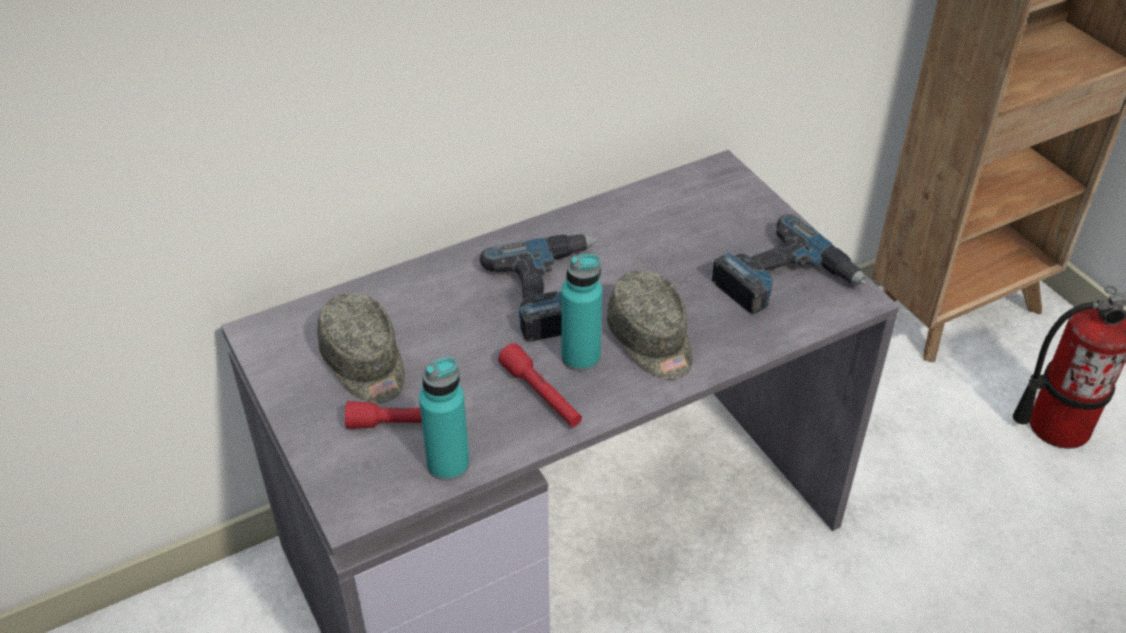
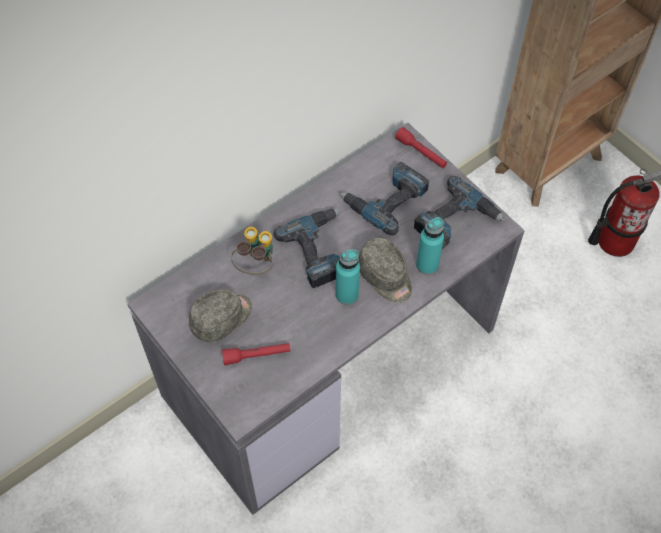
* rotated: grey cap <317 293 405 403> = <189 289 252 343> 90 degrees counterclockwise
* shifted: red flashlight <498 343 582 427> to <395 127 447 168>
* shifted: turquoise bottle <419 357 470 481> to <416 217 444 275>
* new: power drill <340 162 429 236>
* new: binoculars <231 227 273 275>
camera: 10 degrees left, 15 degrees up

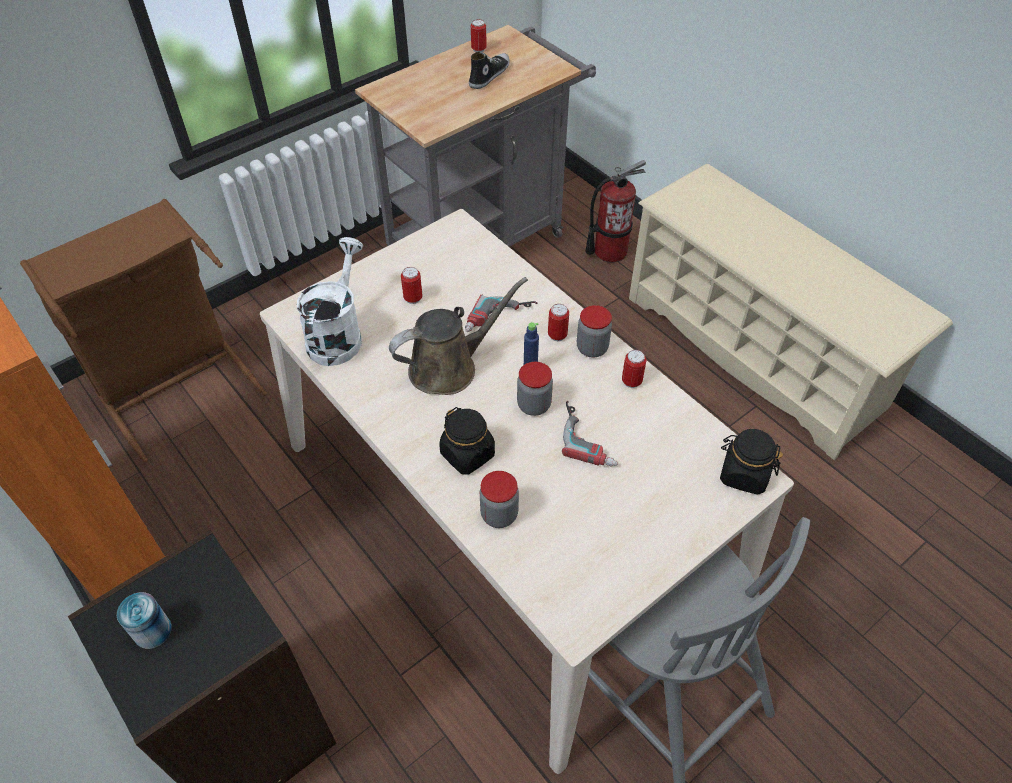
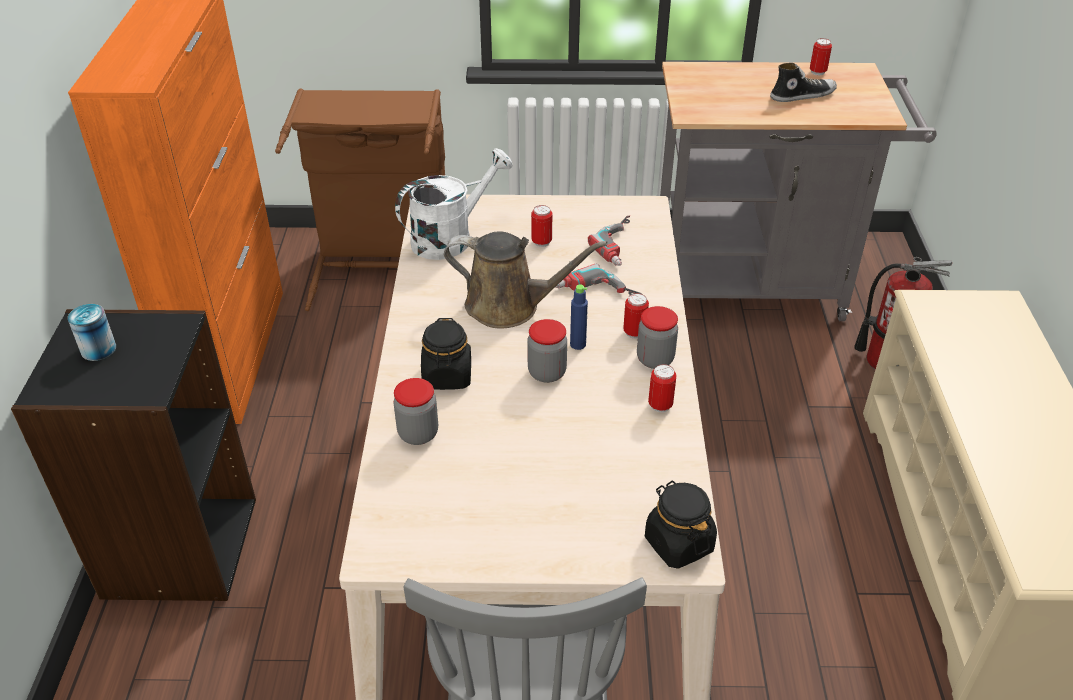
* shifted: power drill <562 401 618 467> to <588 216 630 266>
camera: 40 degrees right, 10 degrees down

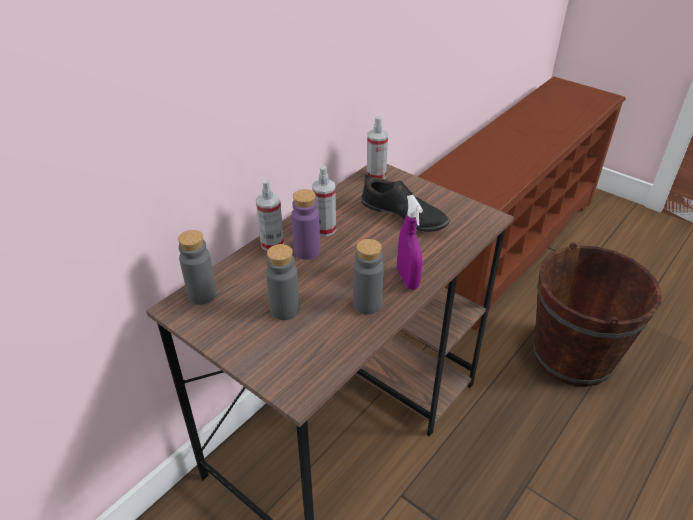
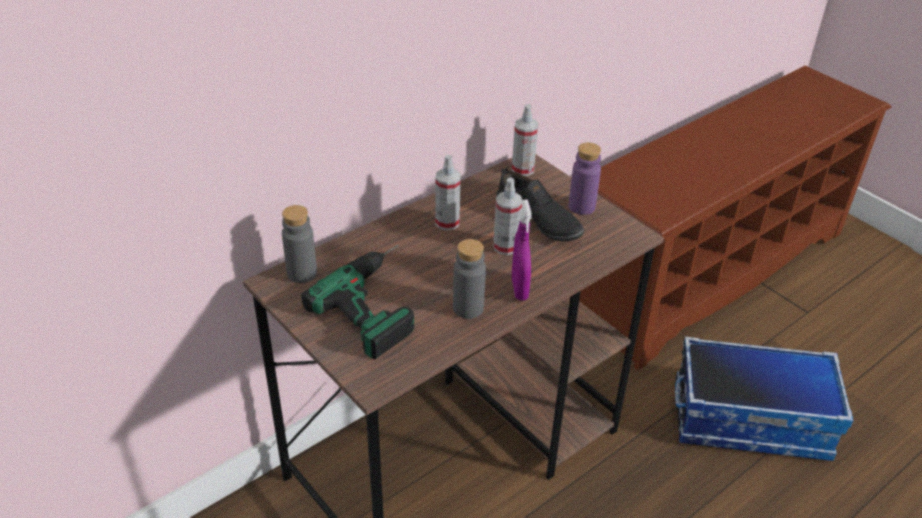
* shifted: spray bottle <256 179 284 251> to <493 178 522 255>
* shifted: purple bottle <291 189 320 260> to <569 142 601 215>
* swapped: brown bucket <534 242 662 387> to storage box <675 337 853 461>
* swapped: grey bottle <266 244 300 320> to power drill <301 245 414 359>
camera: 10 degrees right, 0 degrees up

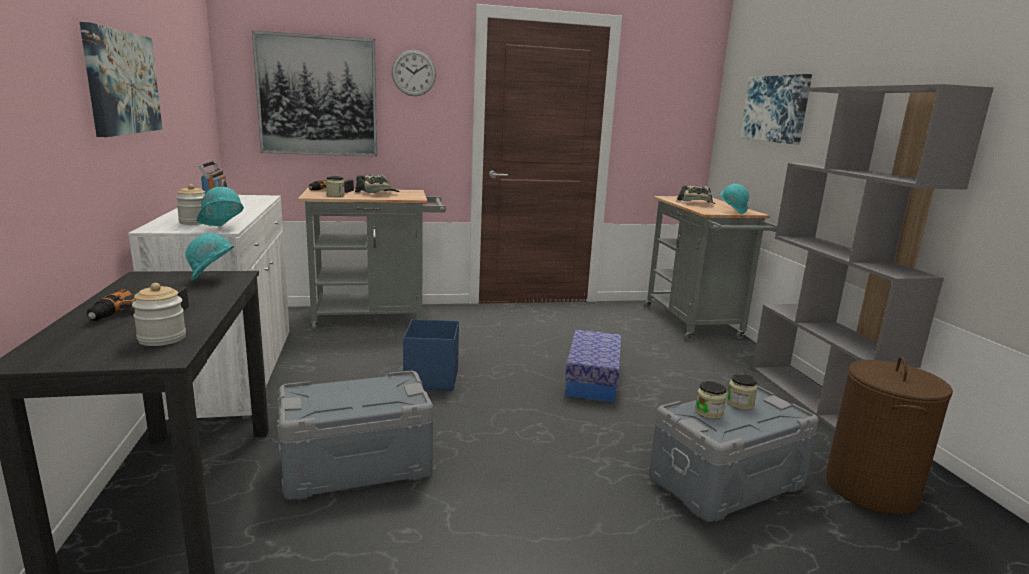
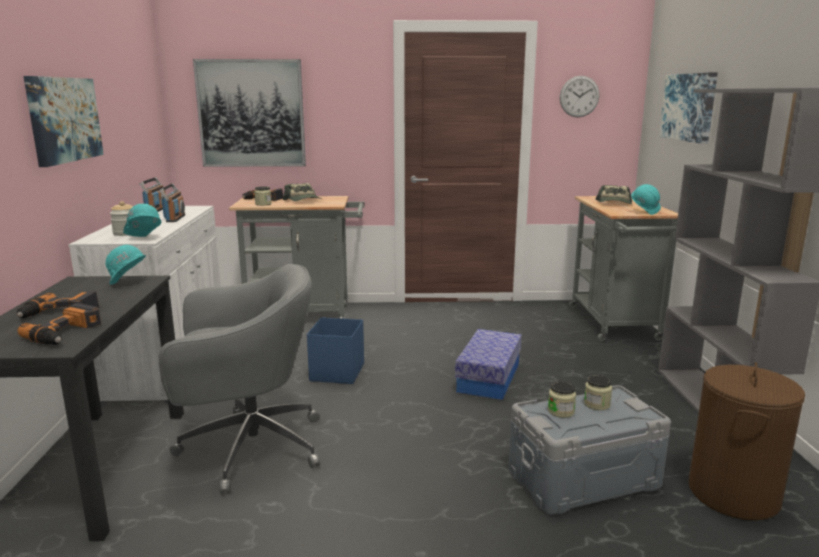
* shifted: wall clock <392 50 436 96> to <560 76 600 117>
* swapped: jar <132 283 186 346> to power drill <18 303 101 345>
* swapped: grey storage box <277 371 433 500> to grey office chair <158 264 320 494>
* new: radio <159 183 185 222>
camera: 10 degrees right, 0 degrees up

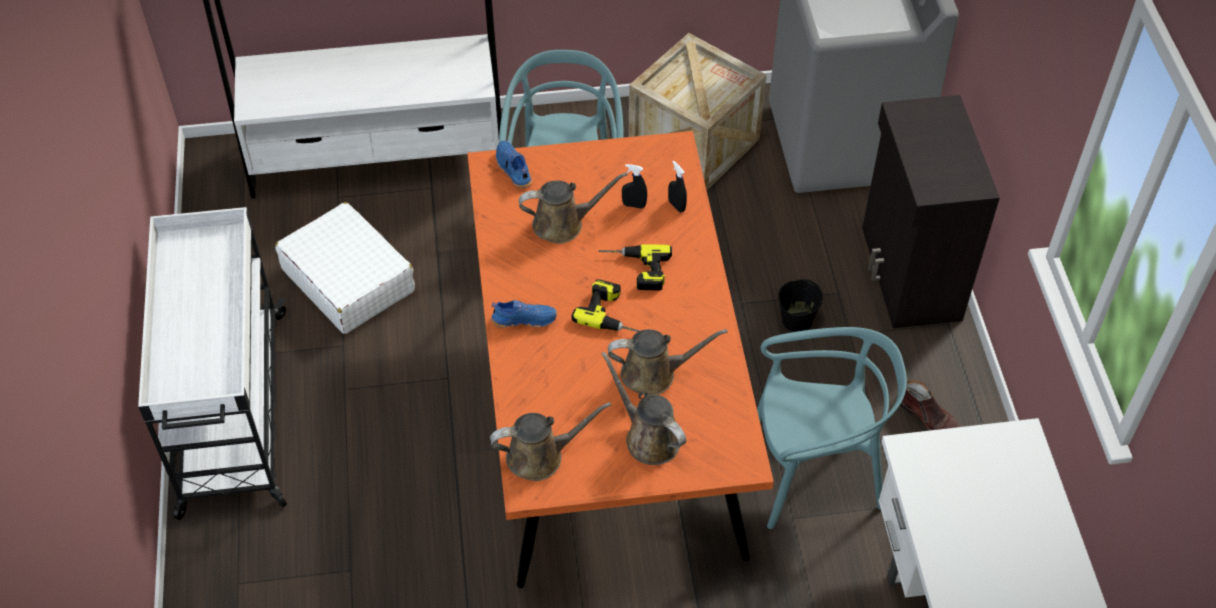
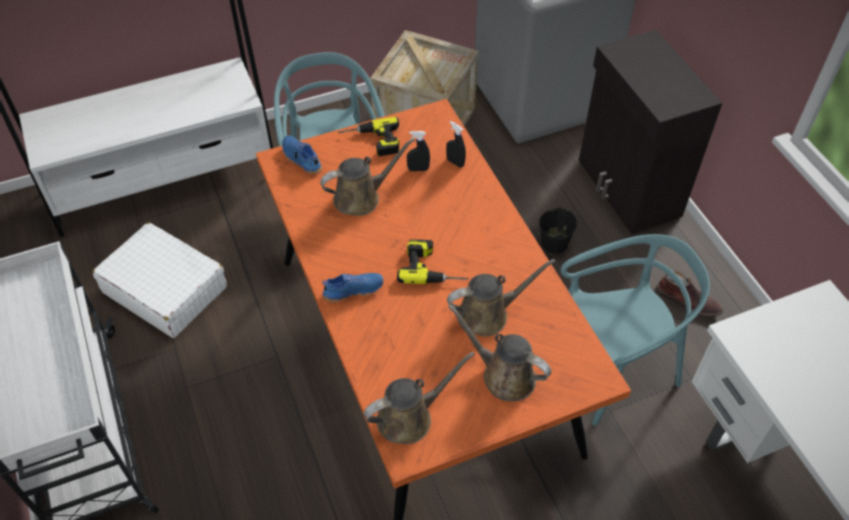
* shifted: power drill <599 244 672 290> to <338 117 399 156>
camera: 15 degrees left, 0 degrees up

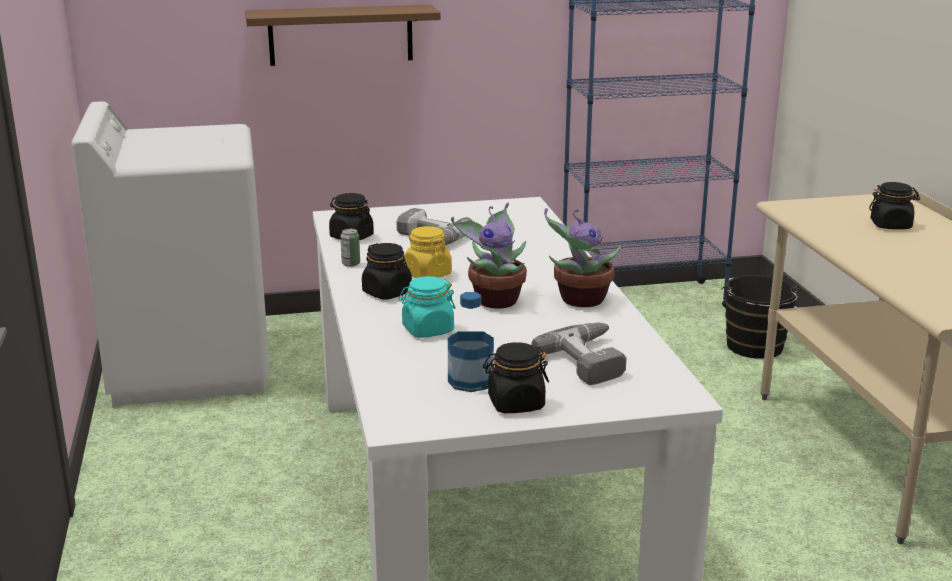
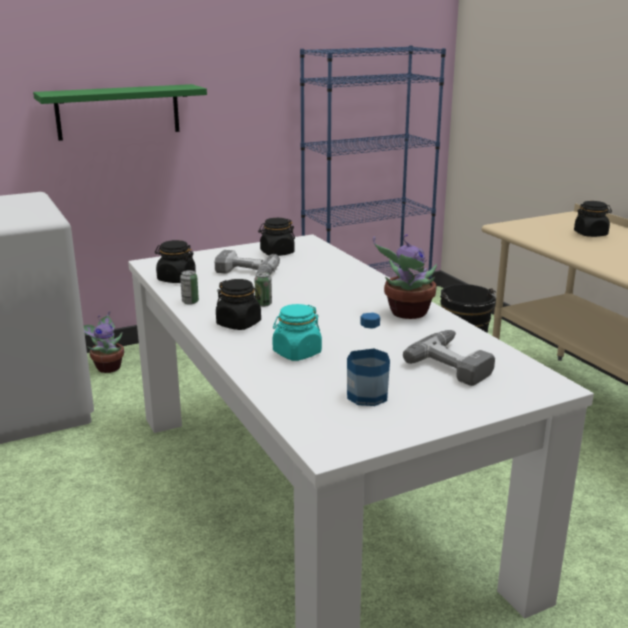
* repainted: brown shelf <245 5 441 66> to green shelf <33 84 207 141>
* shifted: potted plant <451 203 527 309> to <84 311 124 373>
* swapped: yellow jar <404 226 452 278> to can <254 272 272 307>
* shifted: black jar <483 342 549 413> to <258 218 295 256>
camera: 15 degrees left, 0 degrees up

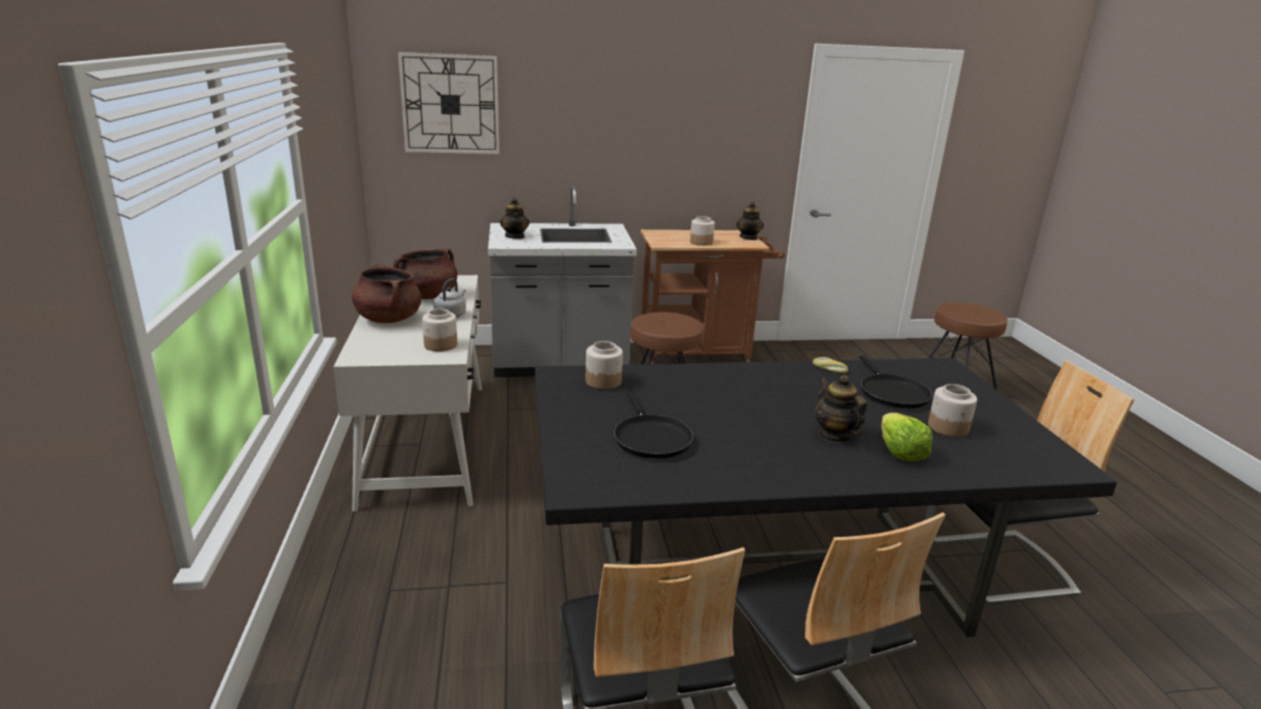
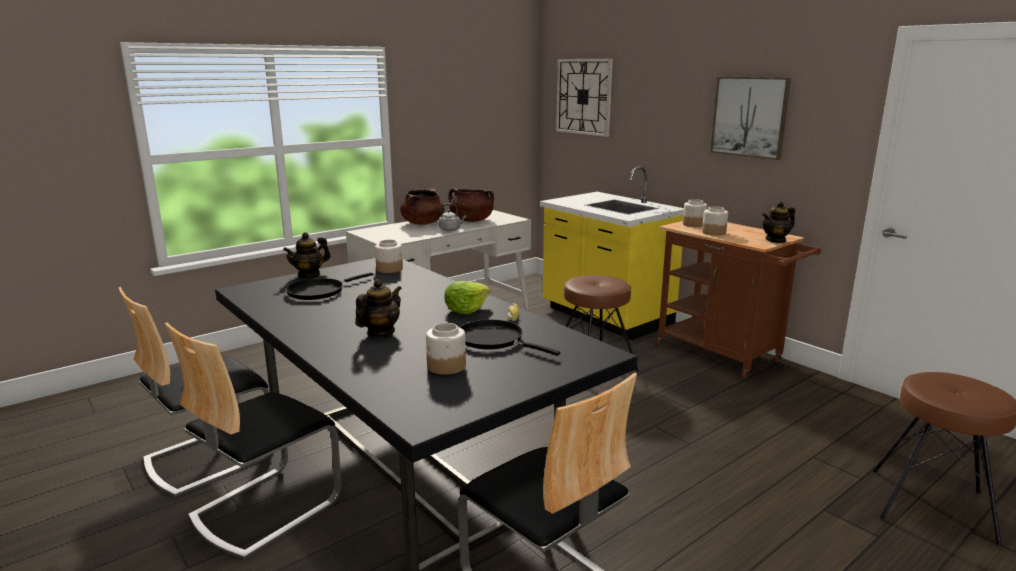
* repainted: grey counter <488 186 637 377> to yellow counter <540 166 684 340>
* shifted: teapot <500 198 530 239> to <283 232 331 279>
* shifted: jar <422 309 457 351> to <683 199 707 227>
* rotated: black frying pan <859 355 932 408> = <460 319 560 356> 75 degrees clockwise
* shifted: lettuce <881 413 933 461> to <444 281 490 314>
* new: picture <710 77 791 160>
camera: 60 degrees right, 5 degrees down

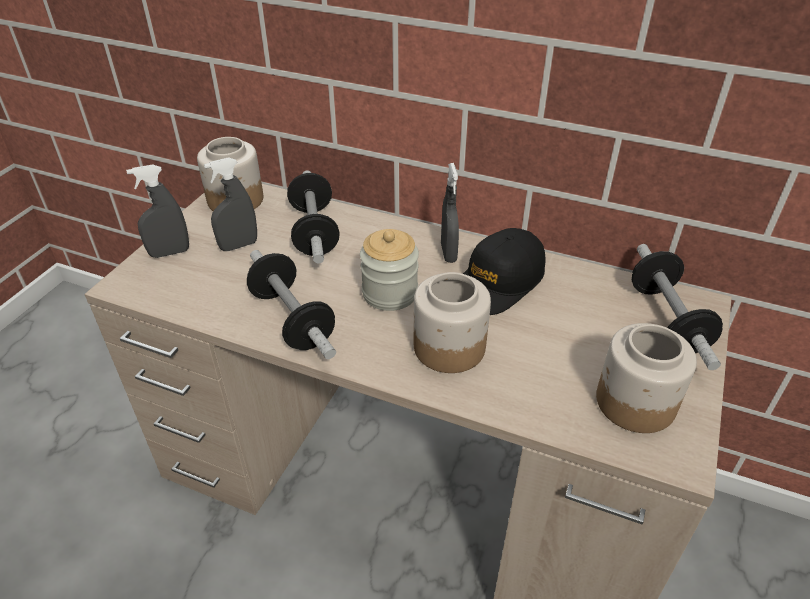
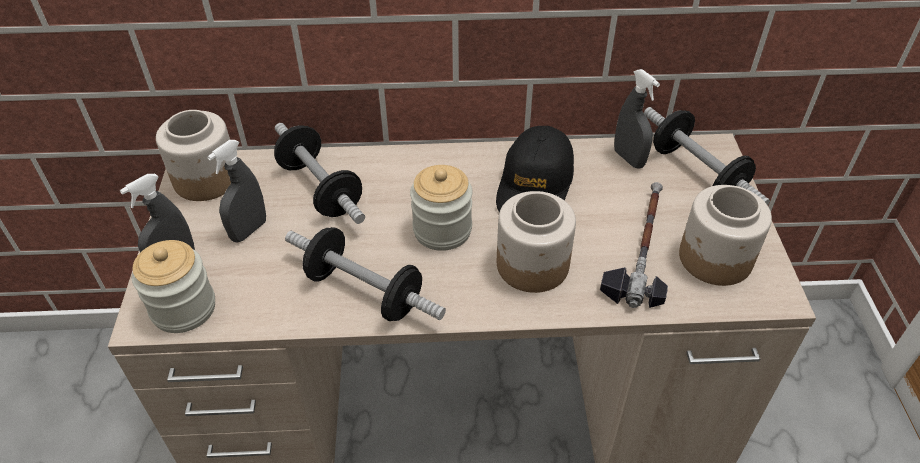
* shifted: grey spray bottle <441 163 459 263> to <614 69 660 168>
* new: hammer <600 182 668 308>
* new: jar <132 240 215 333>
camera: 25 degrees left, 5 degrees up

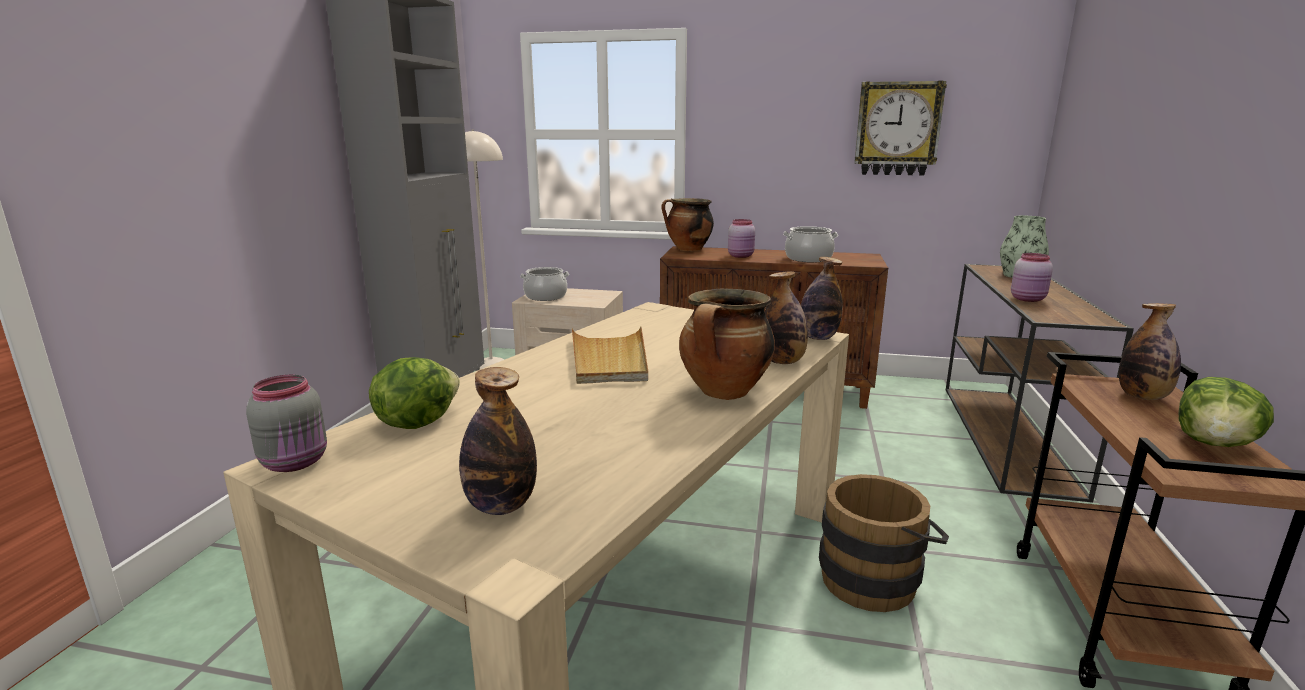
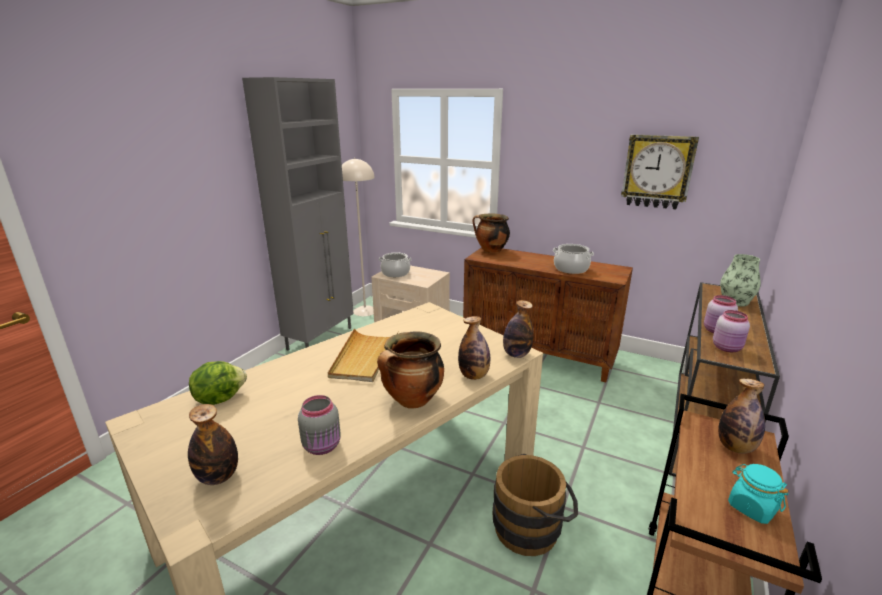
* shifted: pink jar <728 219 755 258> to <713 310 750 352>
* shifted: grey jar <246 375 327 472> to <298 395 341 455>
* swapped: lettuce <1178 377 1274 447> to turquoise jar <728 464 788 524>
camera: 15 degrees right, 5 degrees up

